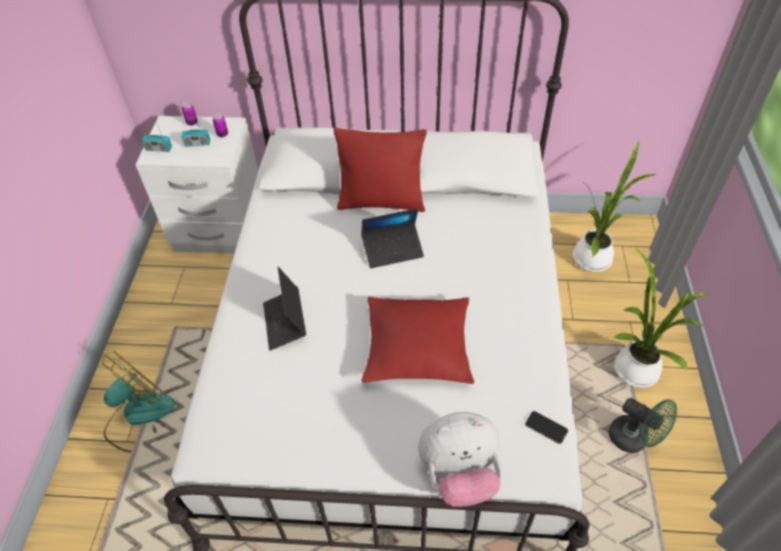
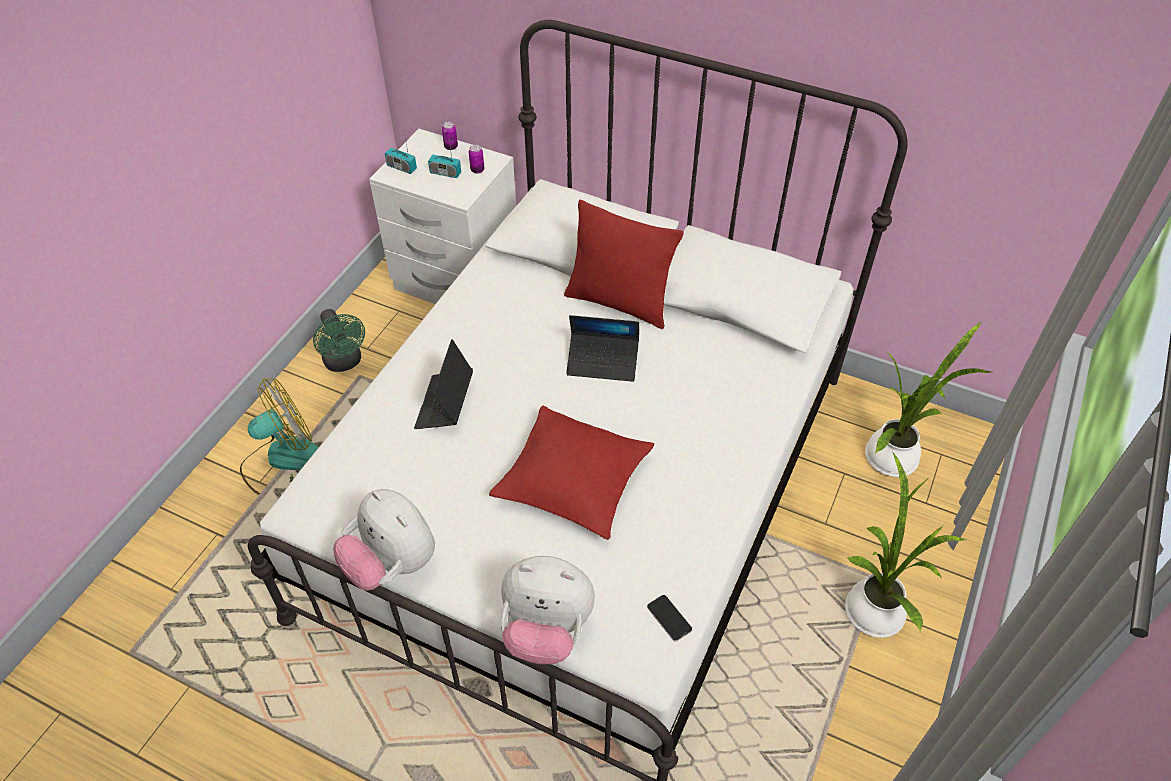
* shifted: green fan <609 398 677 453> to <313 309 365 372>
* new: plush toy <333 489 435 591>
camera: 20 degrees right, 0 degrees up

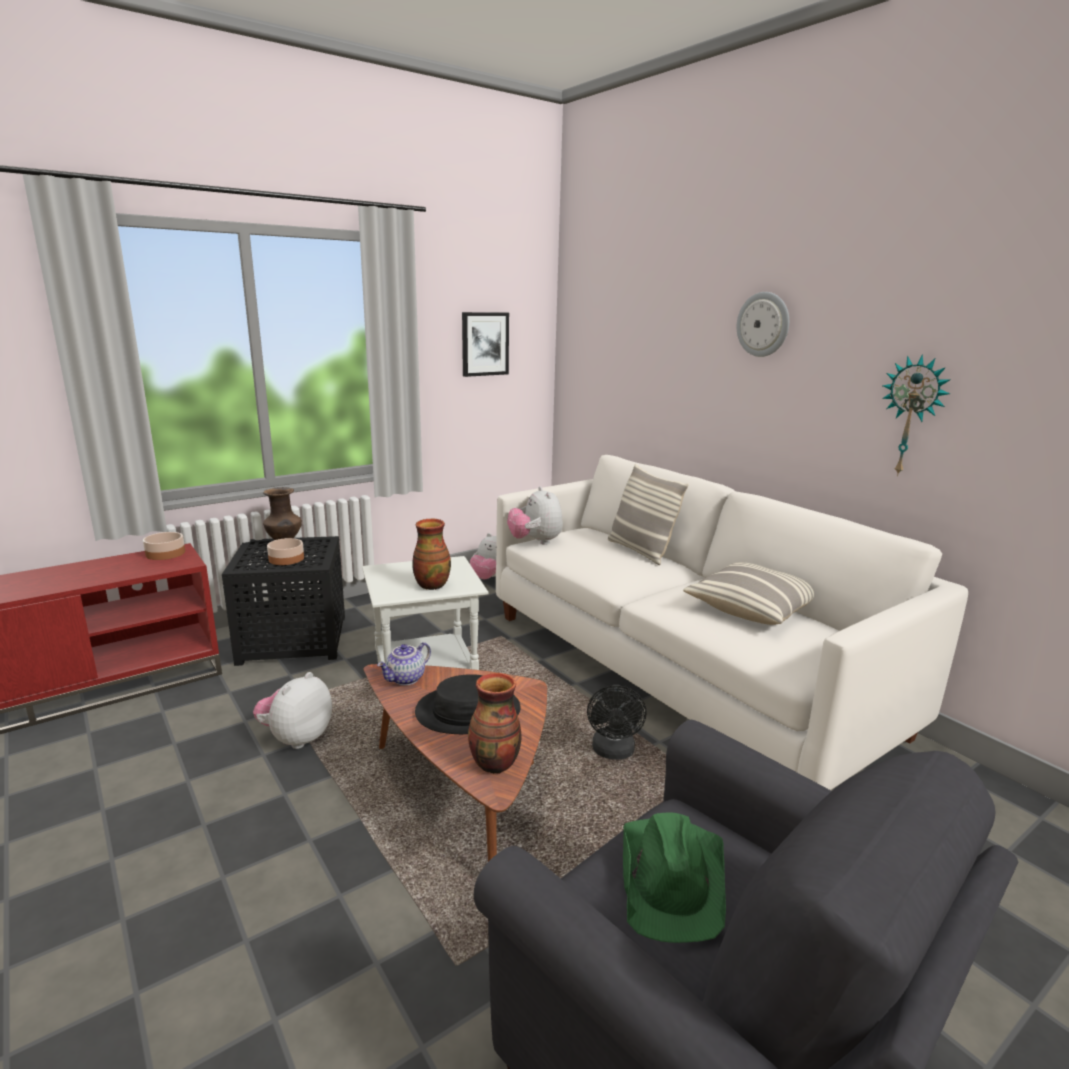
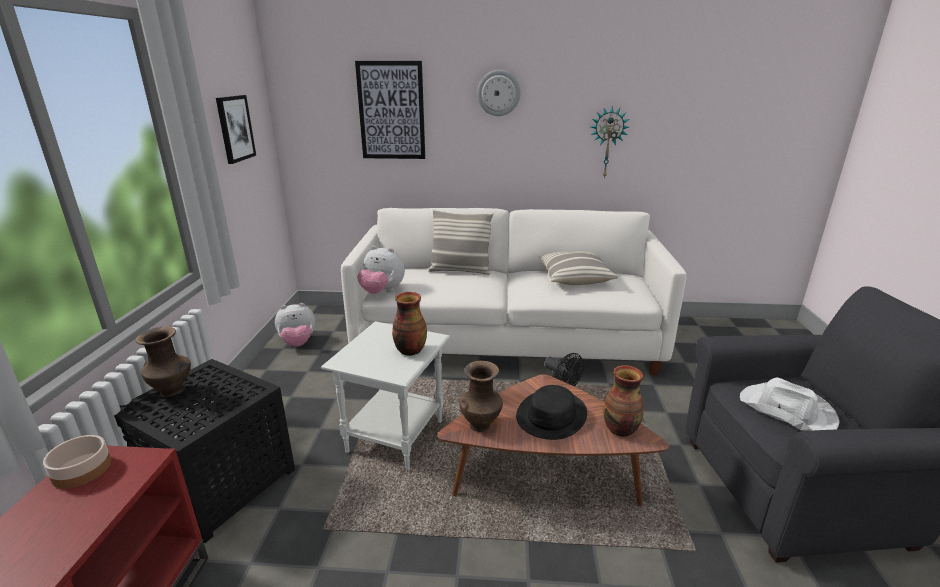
* gone: bowl <267 538 304 565>
* swapped: teapot <377 642 431 685> to brown vase <459 361 503 432>
* gone: plush toy <253 672 332 749>
* repainted: green hat <623 812 726 943> to white hat <740 377 840 431>
* new: picture <355 61 425 159>
camera: 50 degrees left, 5 degrees up

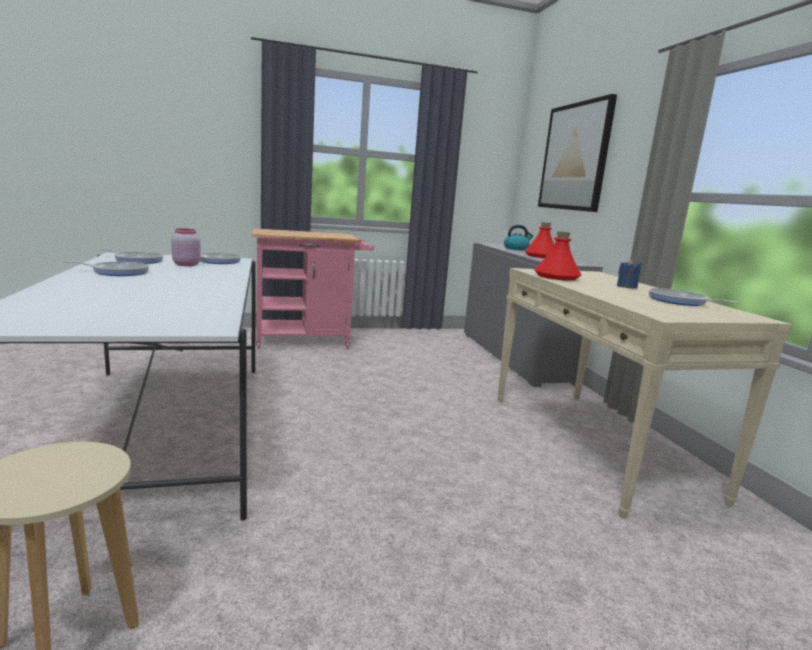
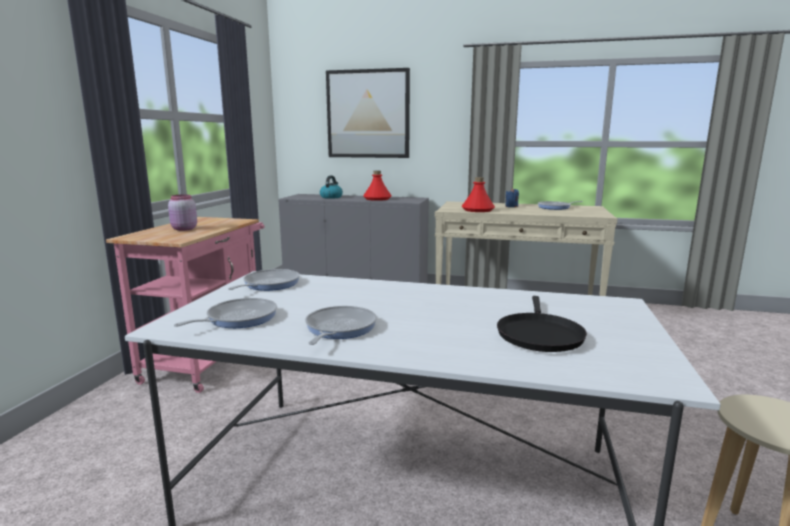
* shifted: pink jar <171 228 201 266> to <168 195 197 231>
* new: black frying pan <497 296 587 352>
camera: 60 degrees left, 0 degrees up

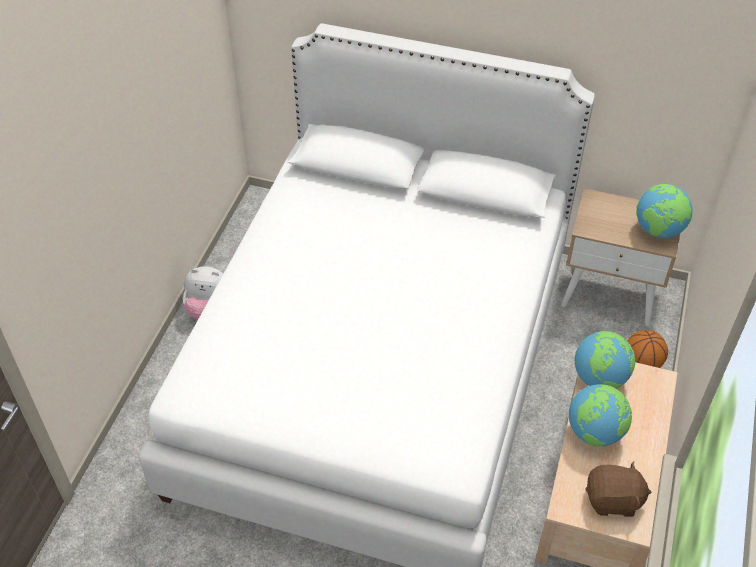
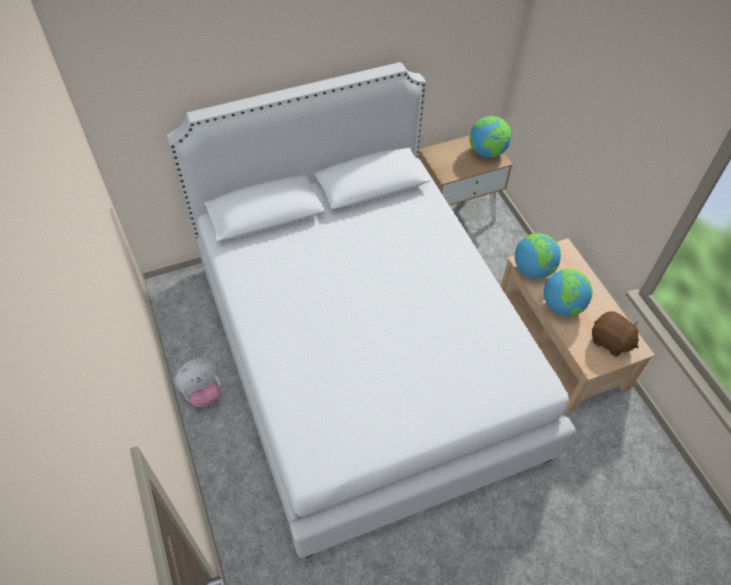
* gone: basketball <628 330 668 368>
* rotated: brown plush toy <585 461 651 517> = <592 311 639 357> 75 degrees clockwise
camera: 40 degrees left, 5 degrees up

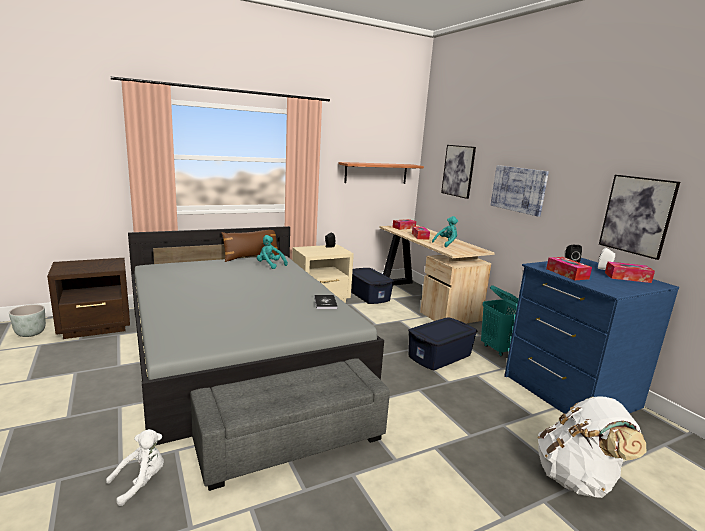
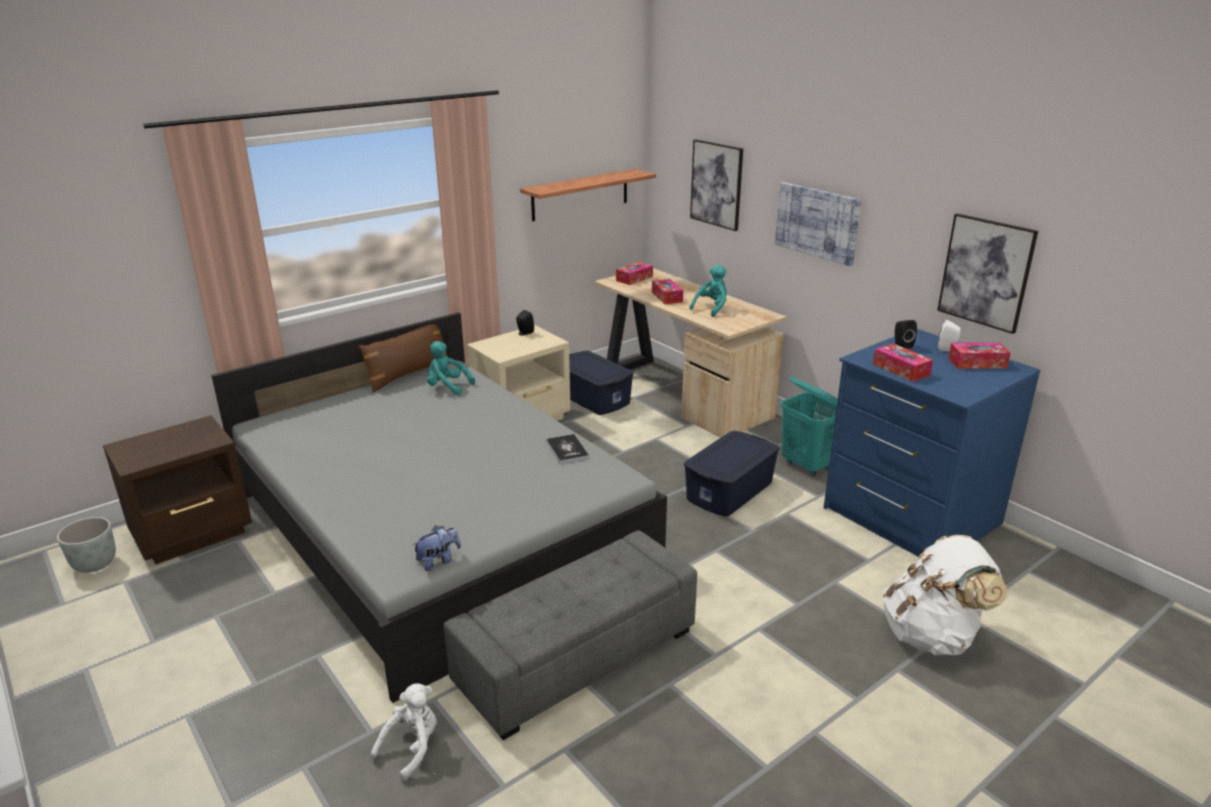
* new: plush toy <412 525 461 571>
camera: 10 degrees left, 10 degrees up

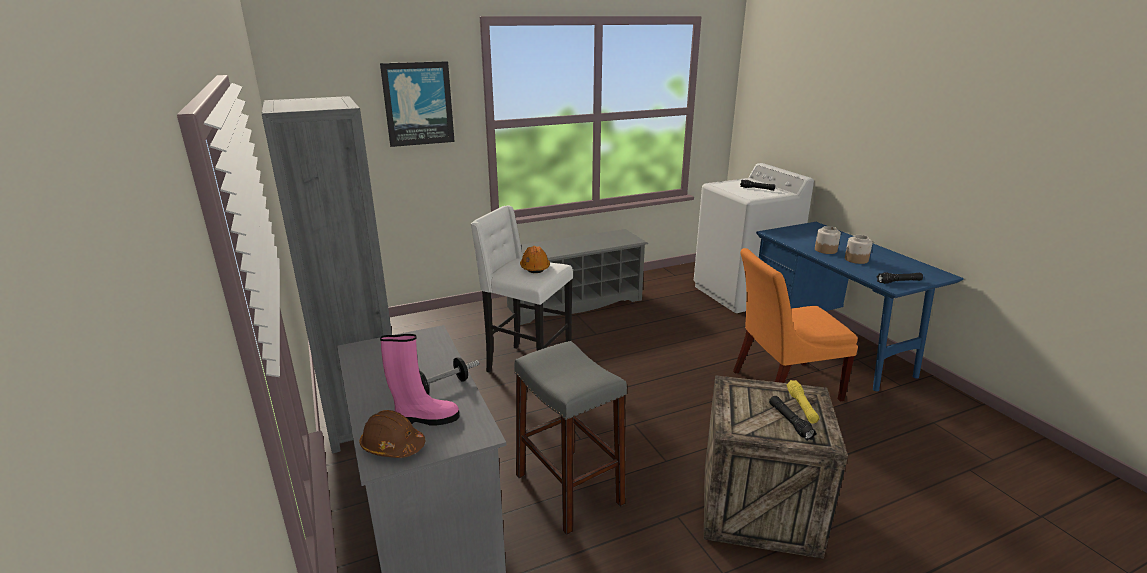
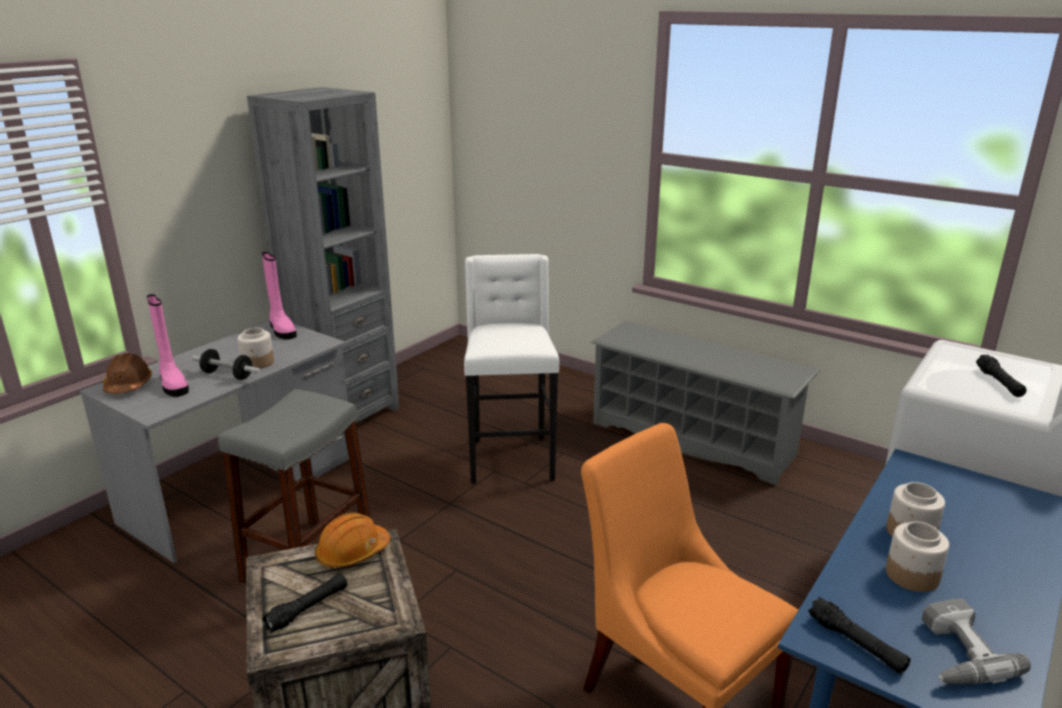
* gone: picture <380 61 455 147>
* shifted: orange hard hat <520 246 550 273> to <315 513 390 569>
* gone: yellow flashlight <787 380 819 423>
* new: pink boot <262 252 297 340>
* new: jar <237 328 274 369>
* new: power drill <922 599 1031 684>
camera: 60 degrees right, 0 degrees up

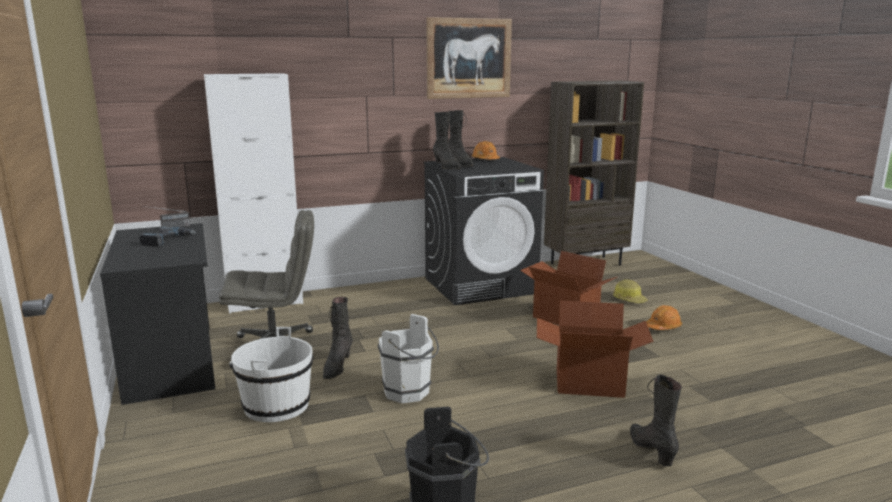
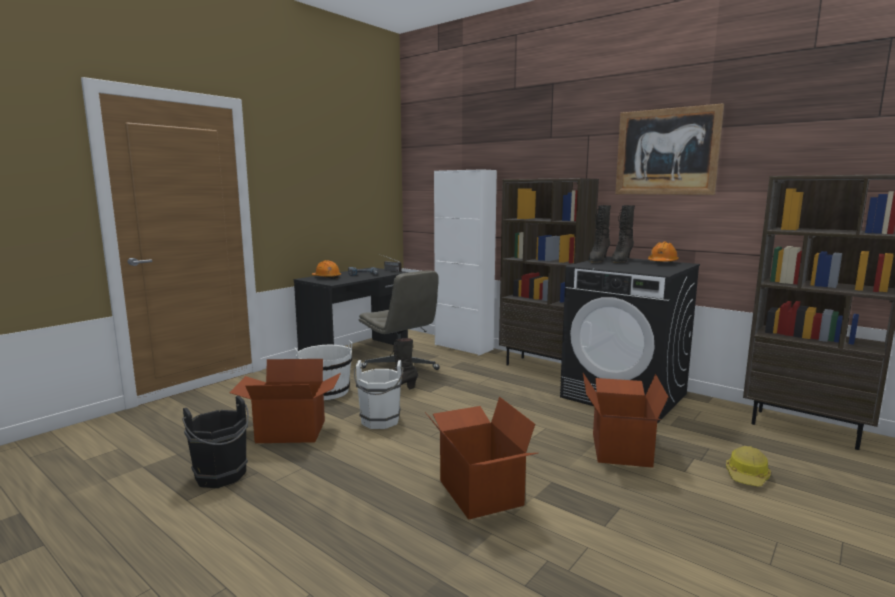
* shifted: orange hard hat <646 305 682 330> to <312 260 341 279>
* gone: black boot <630 374 682 466>
* new: brown bookcase <499 178 599 366>
* new: cardboard box <229 359 341 443>
camera: 60 degrees right, 5 degrees down

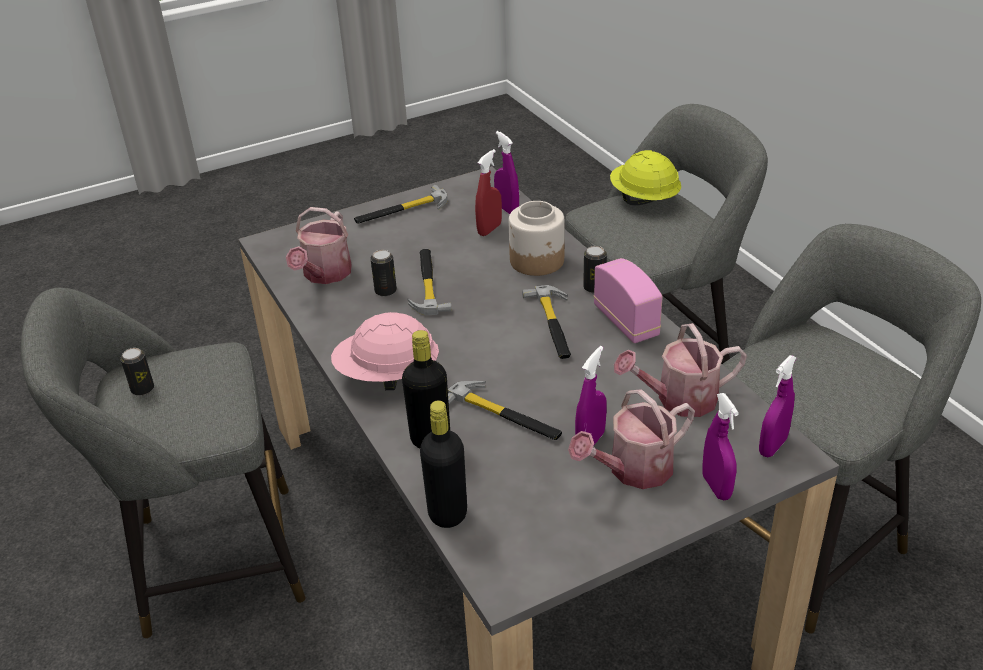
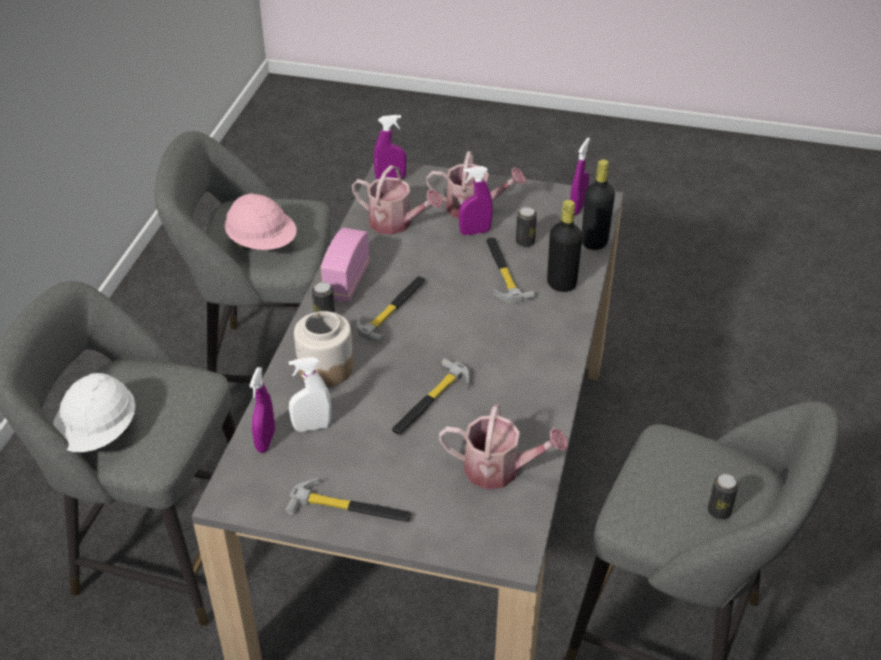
* repainted: red spray bottle <475 149 502 236> to white spray bottle <289 357 331 432>
* repainted: yellow hard hat <610 150 681 205> to white hard hat <53 373 135 452>
* rotated: watering can <286 207 352 284> = <439 404 568 489> 45 degrees clockwise
* shifted: can <370 250 397 297> to <516 207 537 247>
* shifted: pink hard hat <331 312 439 390> to <224 193 297 250>
* shifted: purple spray bottle <702 393 739 500> to <570 138 590 215>
camera: 140 degrees left, 5 degrees up

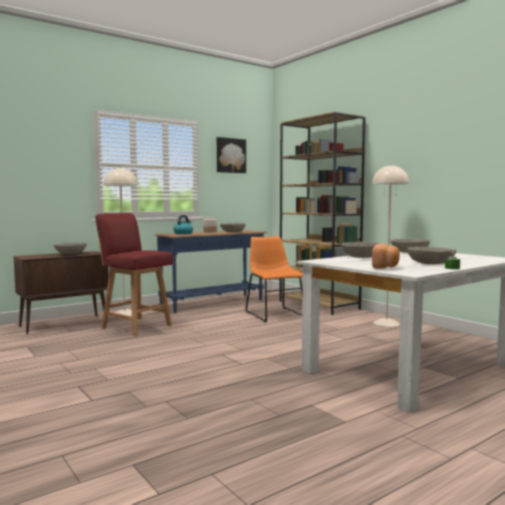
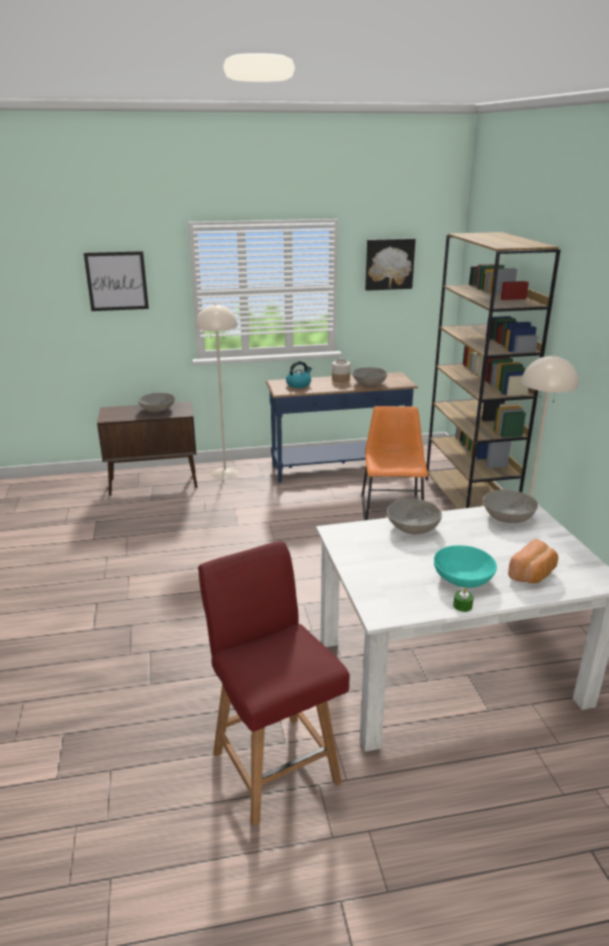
* shifted: red chair <95 213 173 336> to <198 541 350 826>
* shifted: bread <372 244 400 269> to <508 539 558 583>
* repainted: grey bowl <407 247 456 264> to turquoise bowl <434 545 497 588>
* new: picture <84 251 149 311>
camera: 25 degrees right, 20 degrees up

